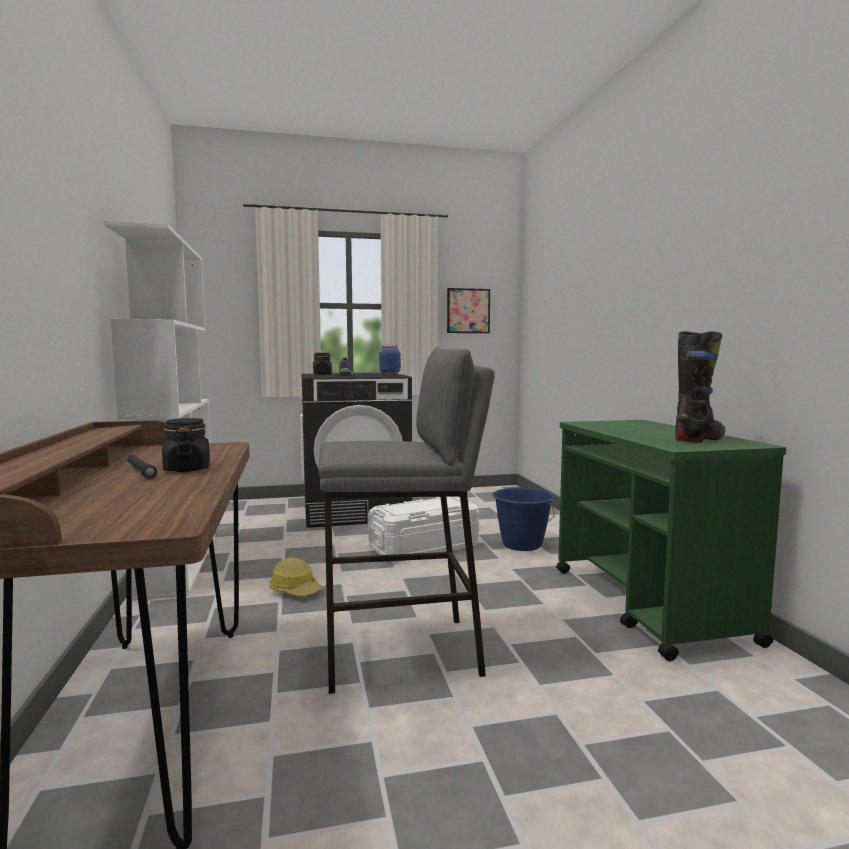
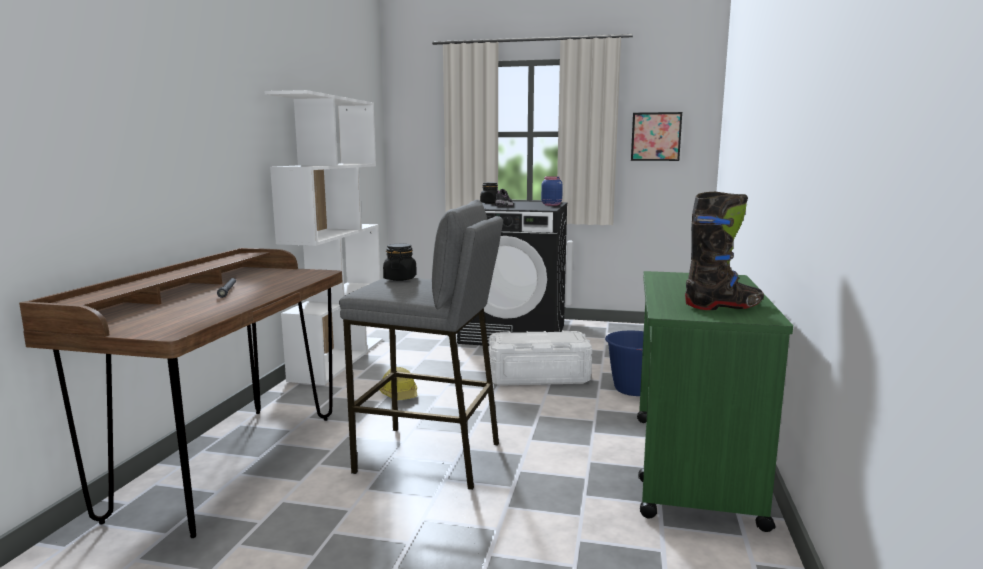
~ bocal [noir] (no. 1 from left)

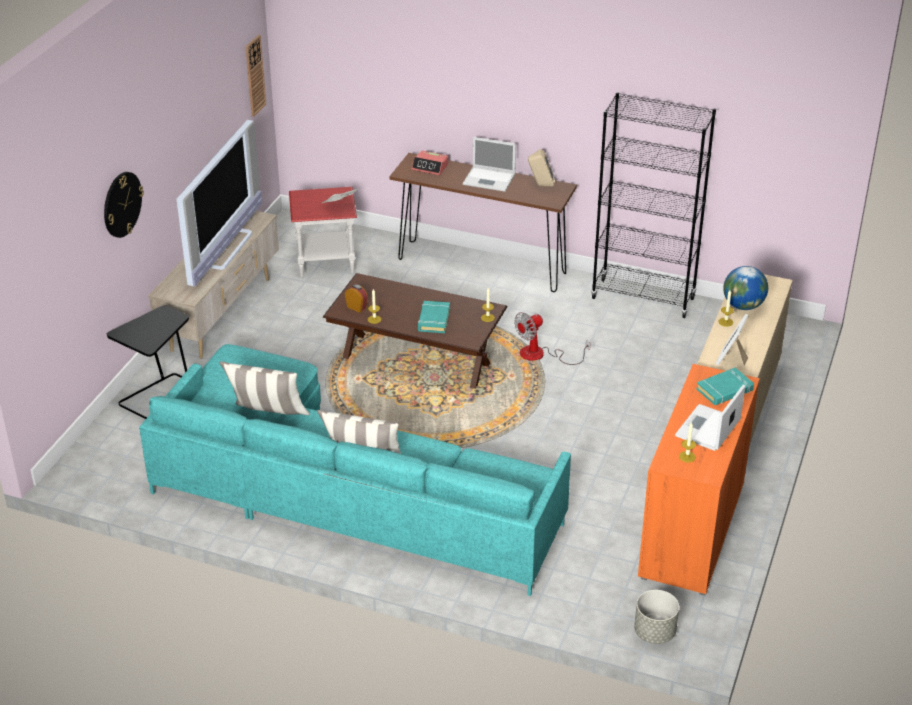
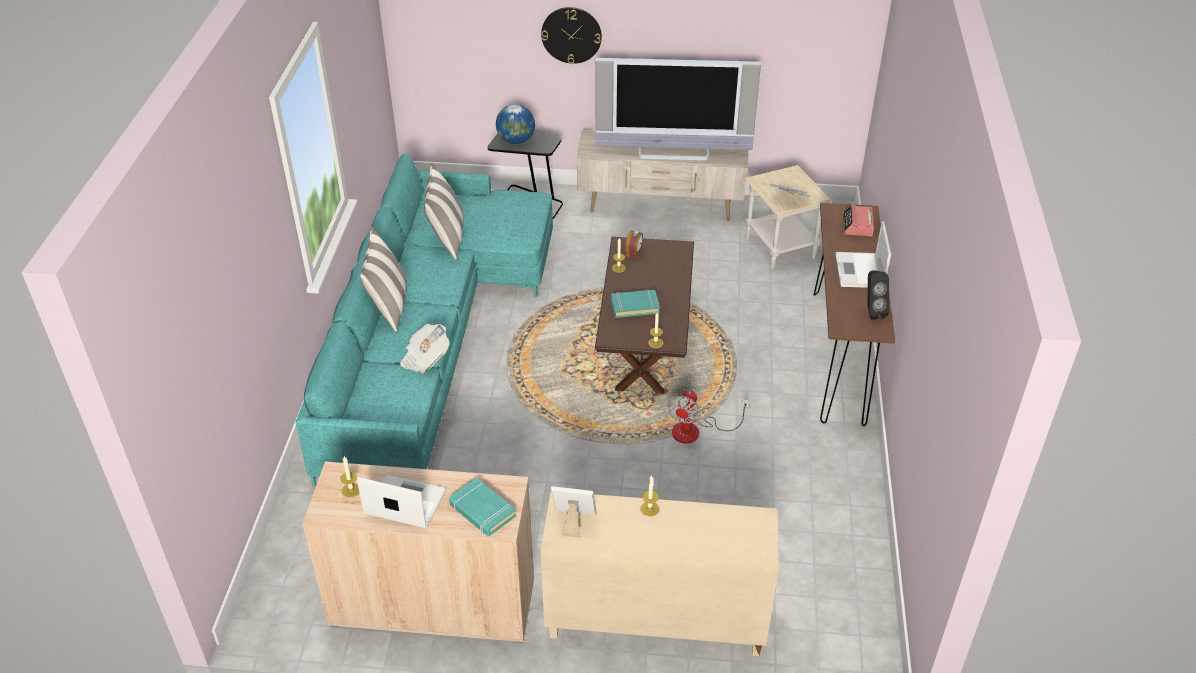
- horloge murale (no. 2 from left)
- bibliothèque [noir]
- cache-pot [gris]
+ journal (no. 1 from left)
~ globe
~ table d'appoint [rouge] to table d'appoint [beige]
~ enceinte [beige] to enceinte [noir]
~ meuble de rangement [orange] to meuble de rangement [beige] (no. 1 from left)
~ ventilateur 105 degrees counterclockwise

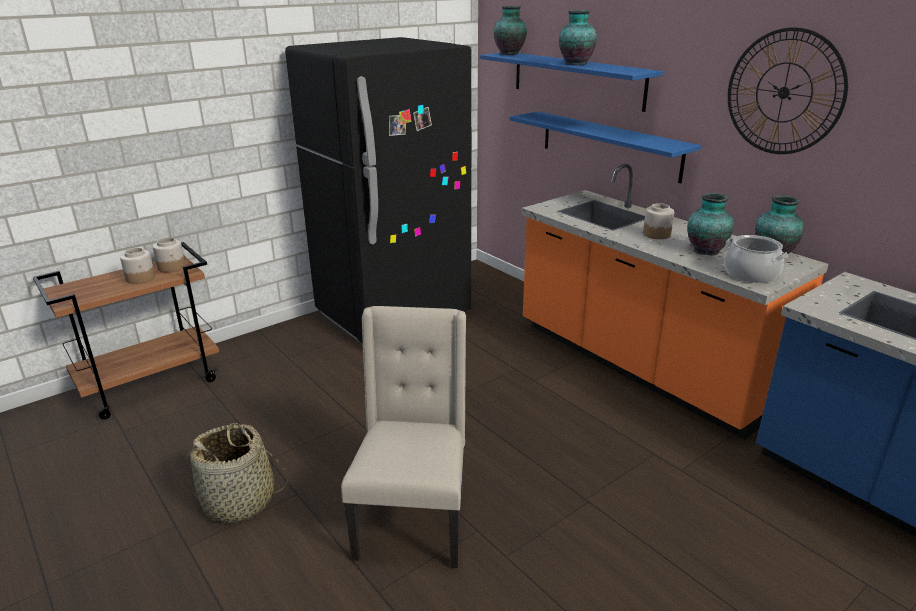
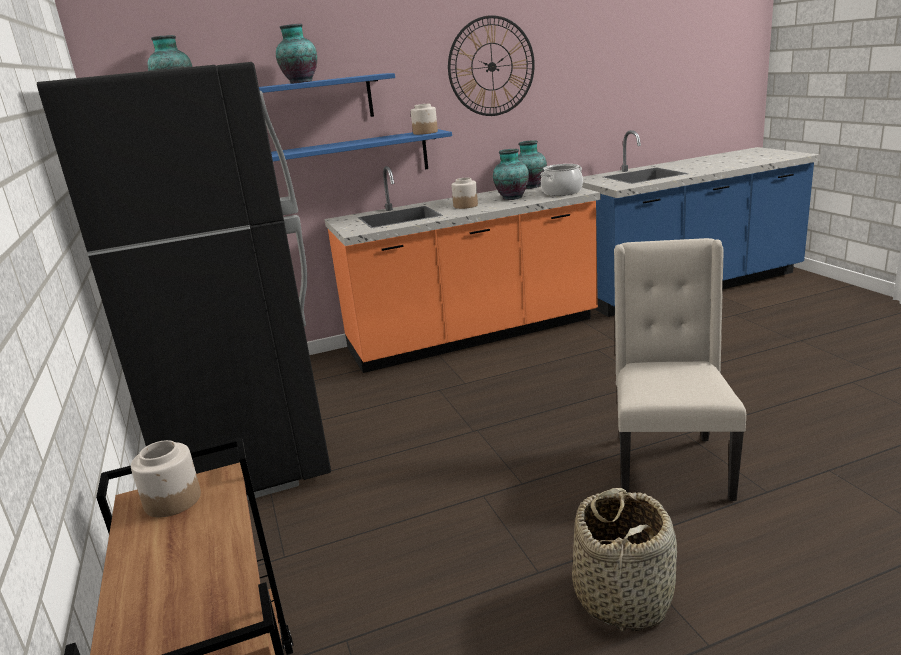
~ bocal (no. 1 from left in the first image) to bocal (no. 2 from left)
~ chaise [beige] 75 degrees clockwise

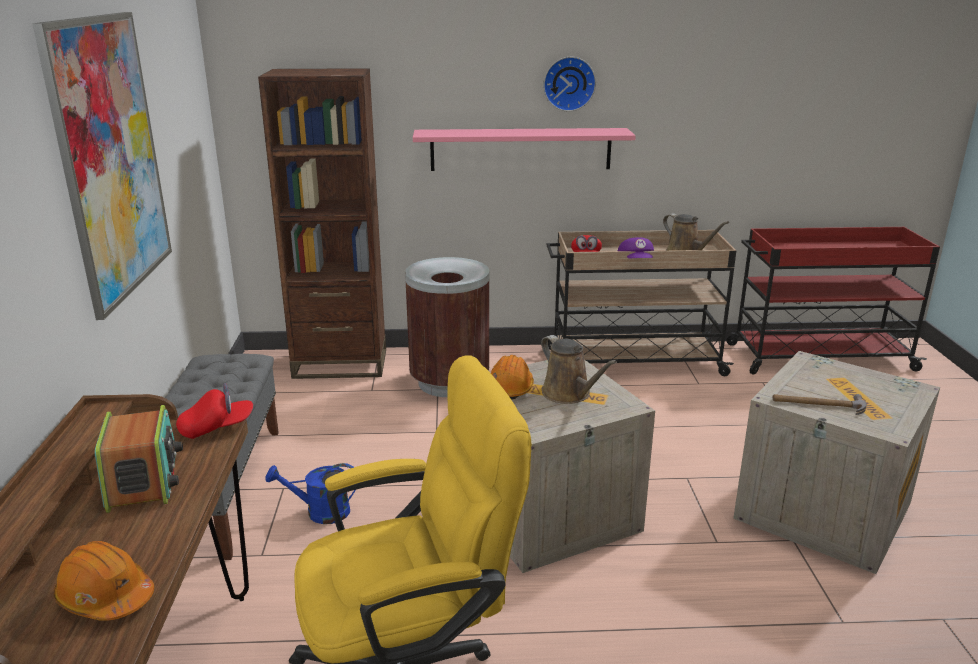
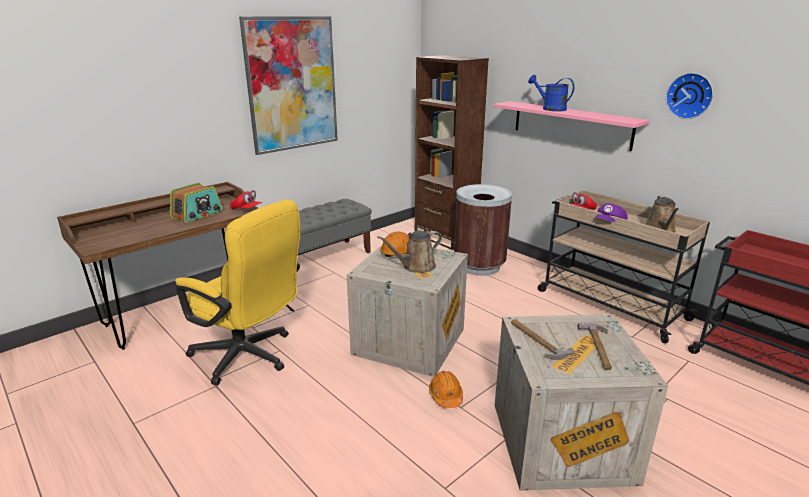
+ marteau (no. 2 from left)
~ casque de chantier [orange] (no. 1 from left in the first image) to casque de chantier [orange] (no. 2 from left)
~ arrosoir [bleu]
~ horloge murale
~ arrosoir [marron] (no. 1 from left) 45 degrees clockwise

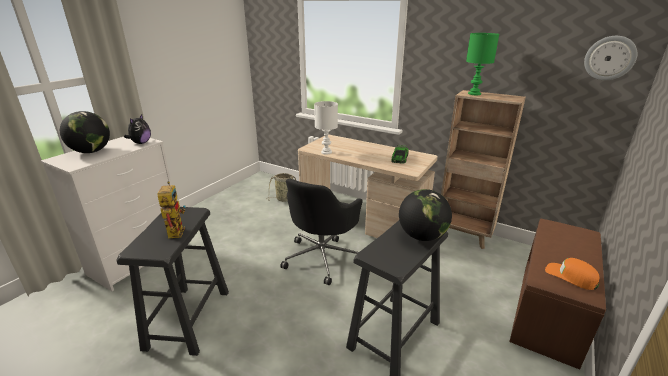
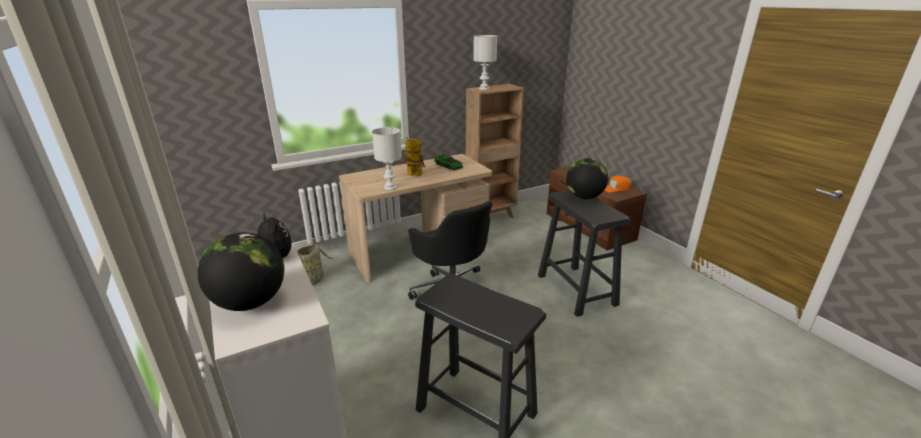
- horloge murale
~ robot jouet
~ lampe de table [vert] to lampe de table [blanc] (no. 2 from left)

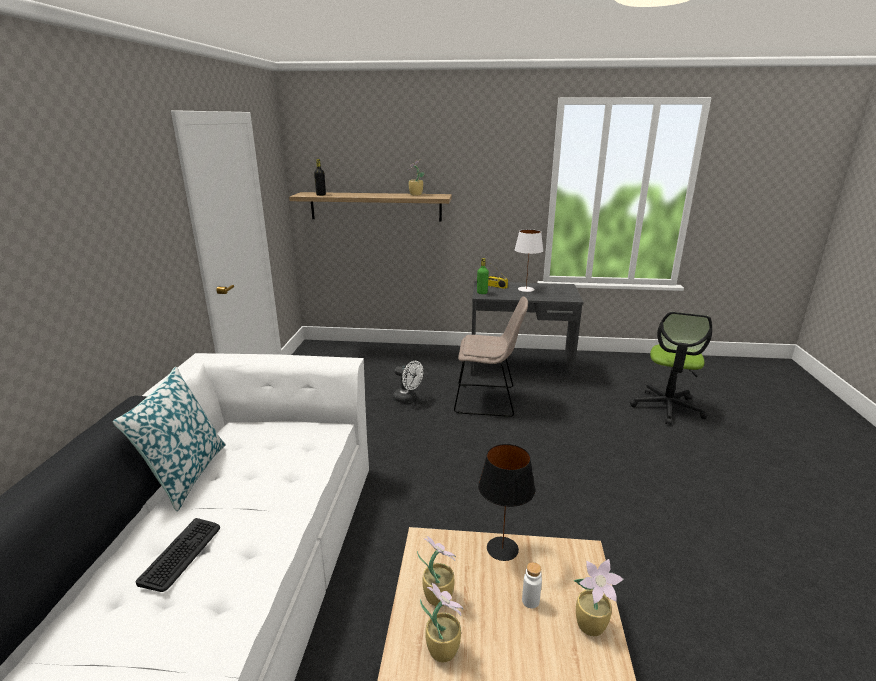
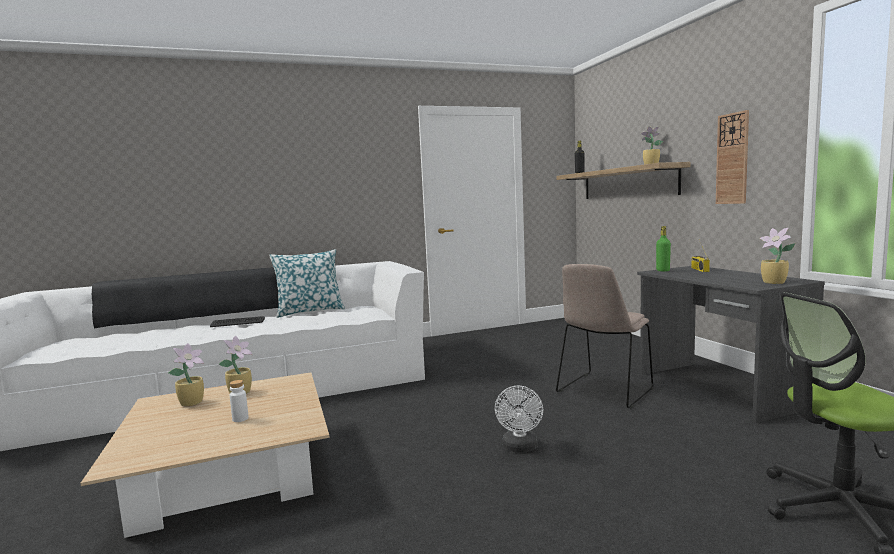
- lampe de table [noir]
- lampe de table [blanc]
+ horloge murale
~ ventilateur [blanc]
~ plante en pot (no. 4 from left)
~ chaise [beige] 60 degrees clockwise

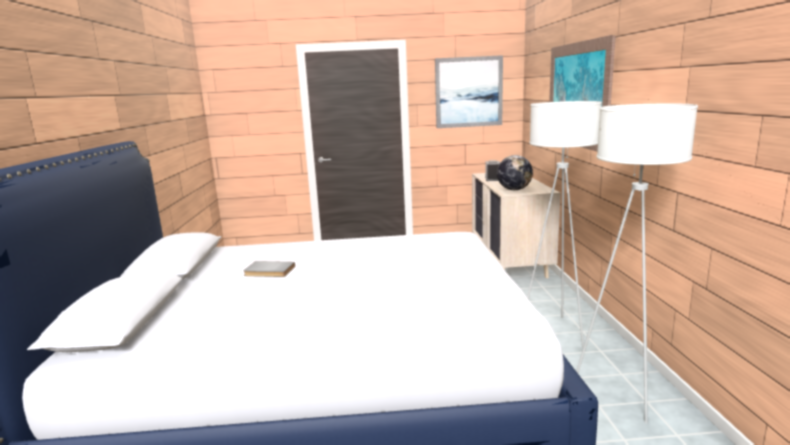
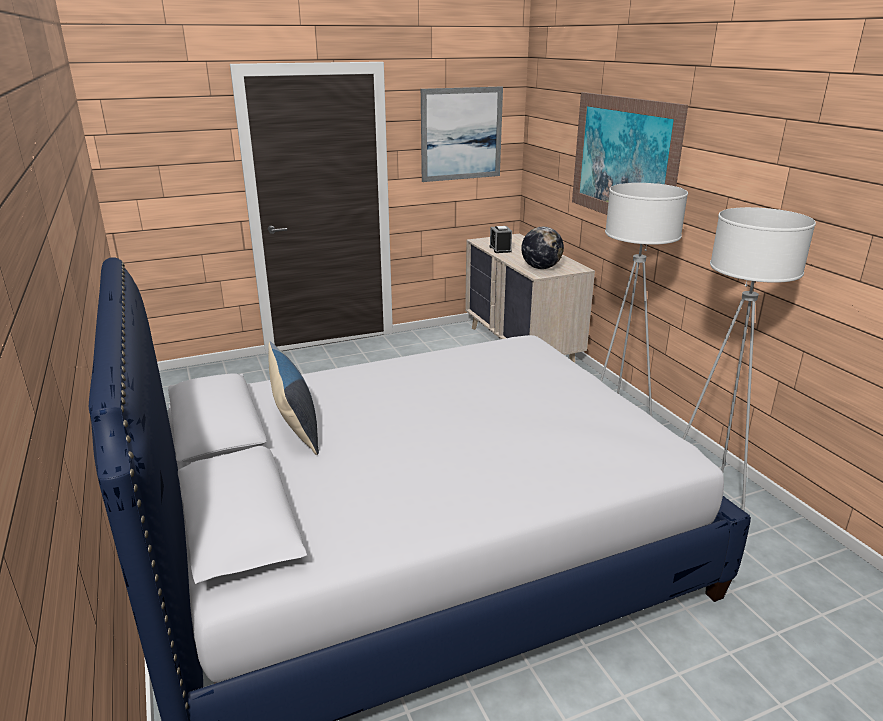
- livre [gris]
+ coussin

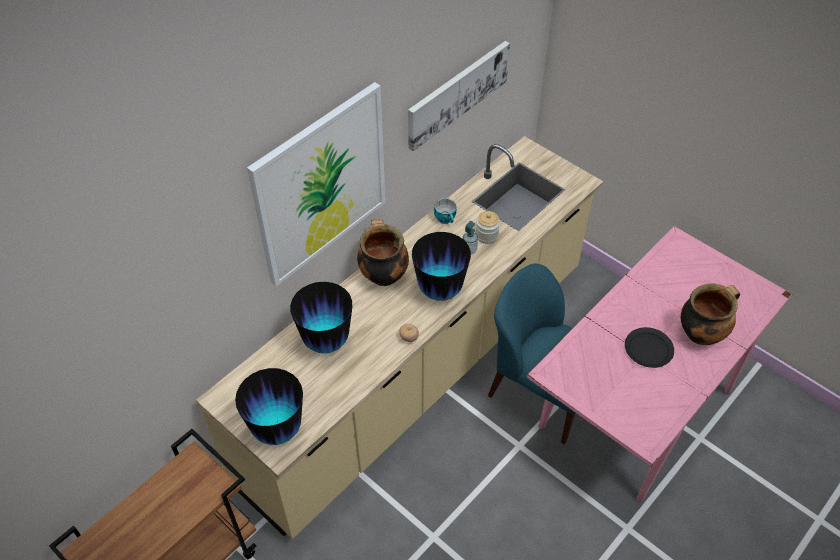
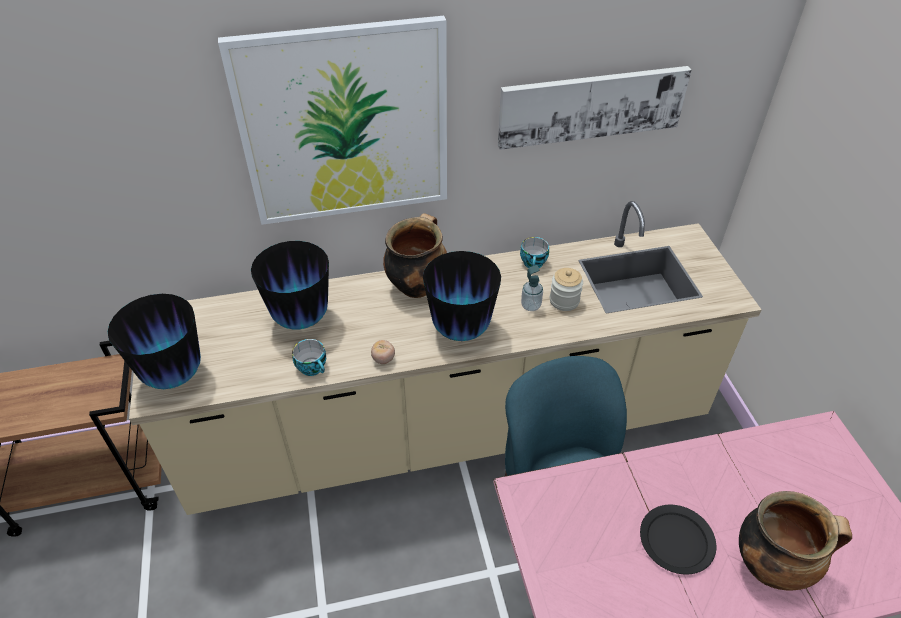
+ tasse (no. 1 from left)

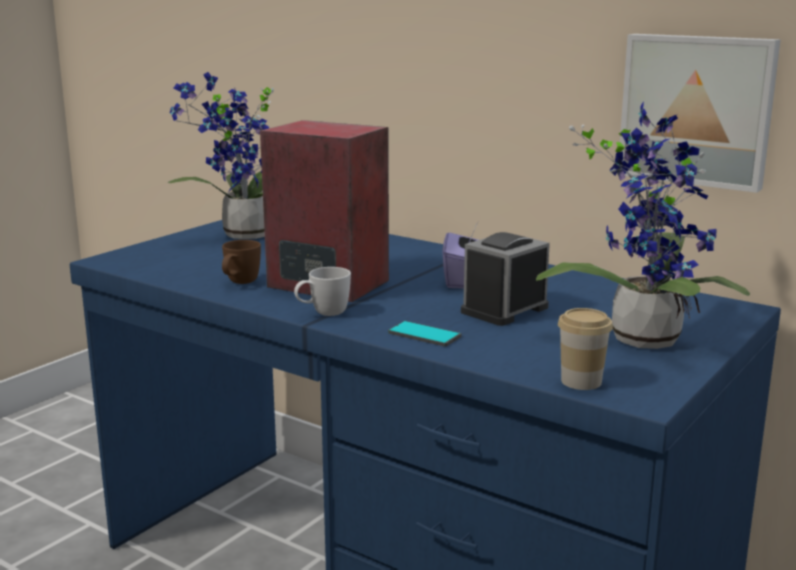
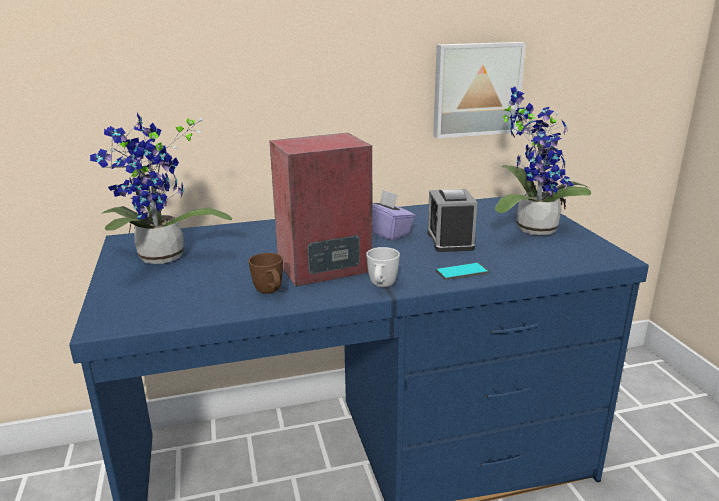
- tasse

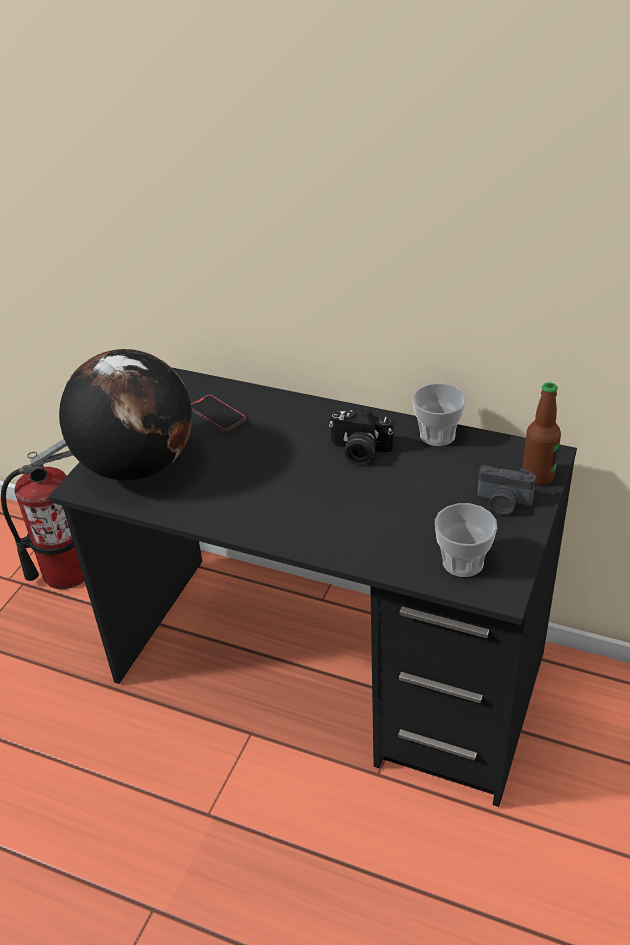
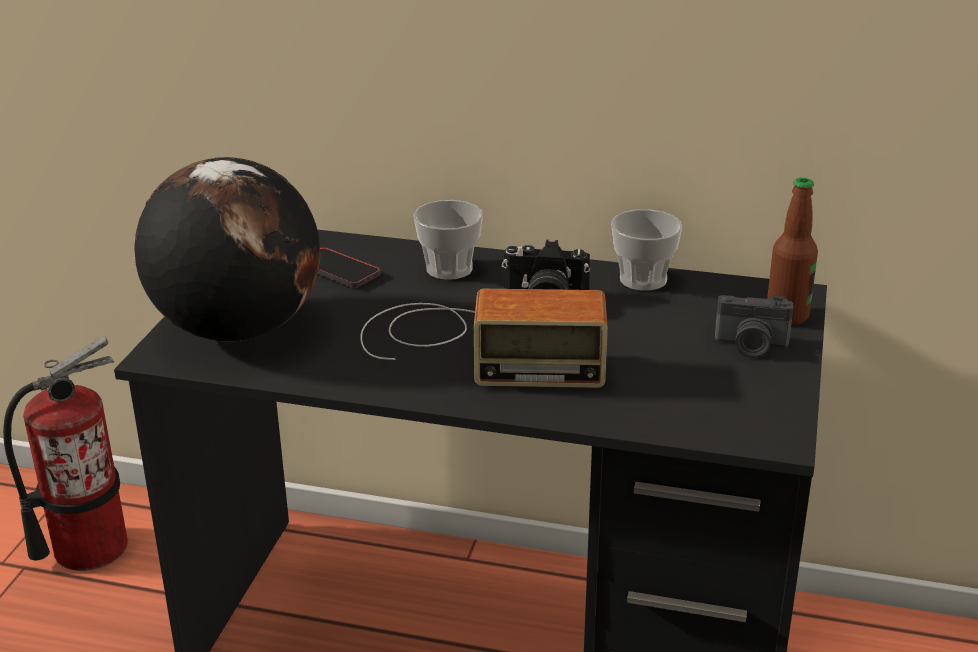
+ radio
~ tasse (no. 2 from left in the first image) to tasse (no. 1 from left)

